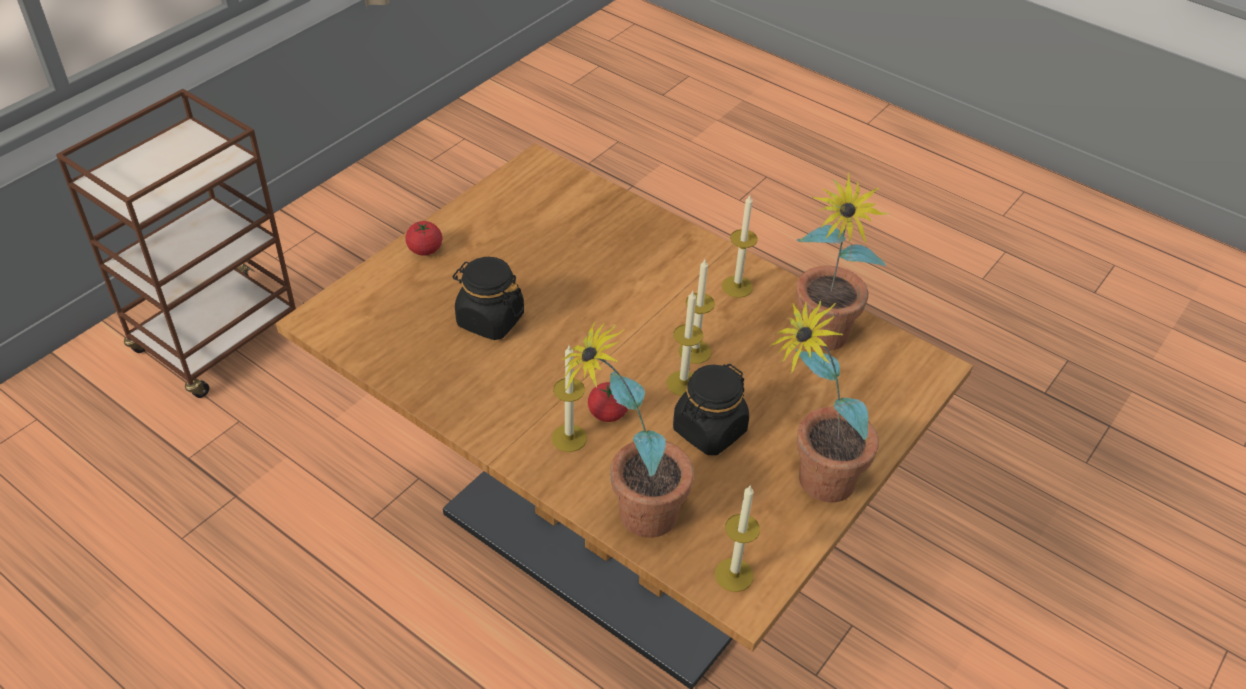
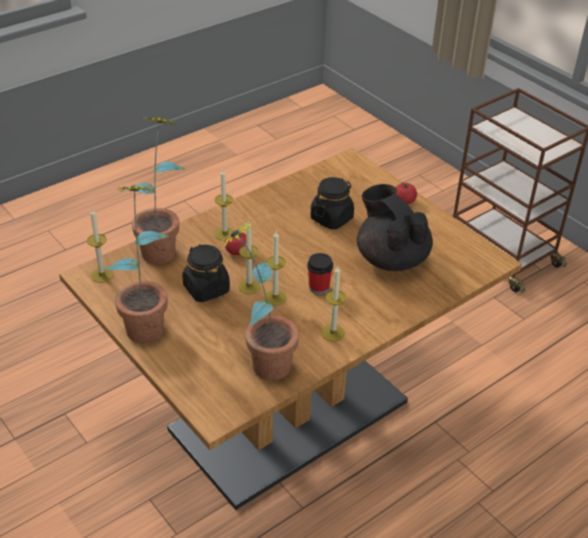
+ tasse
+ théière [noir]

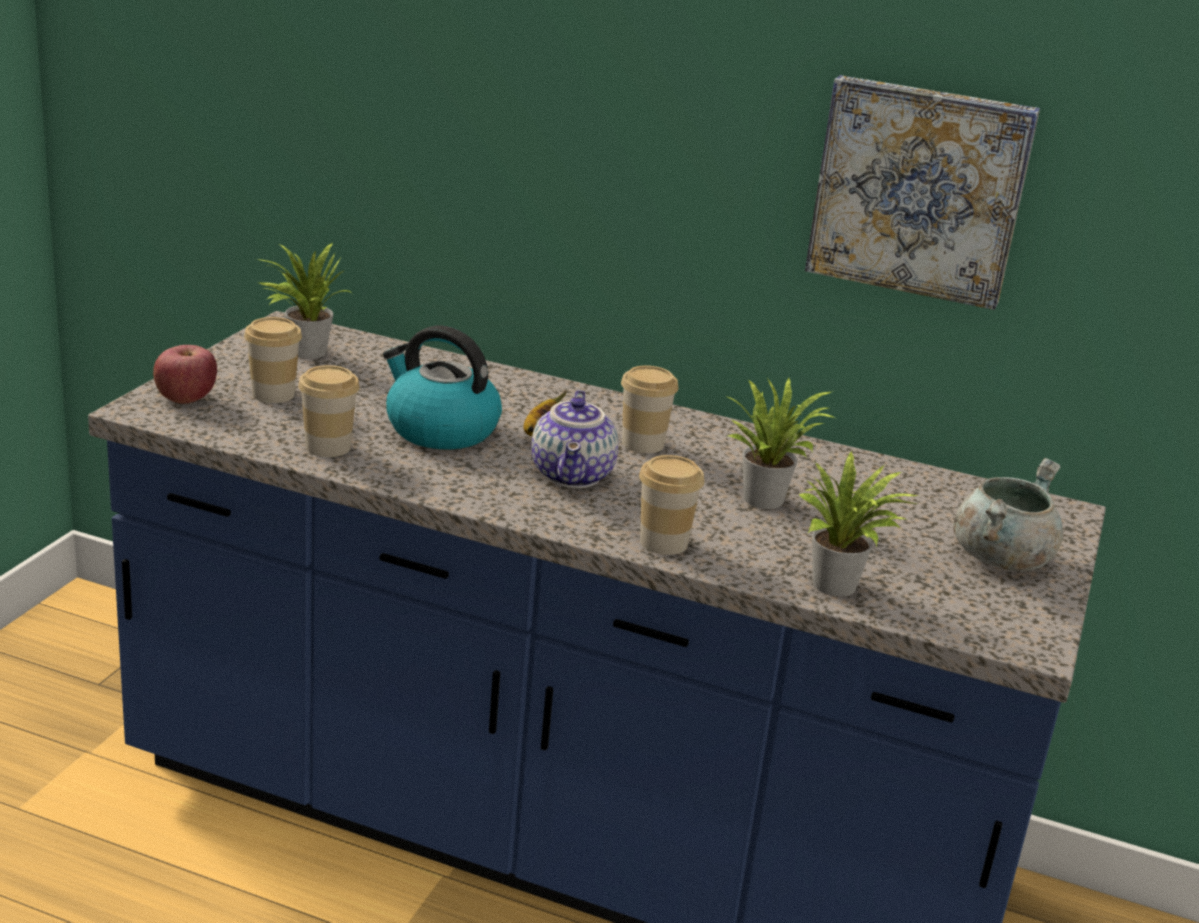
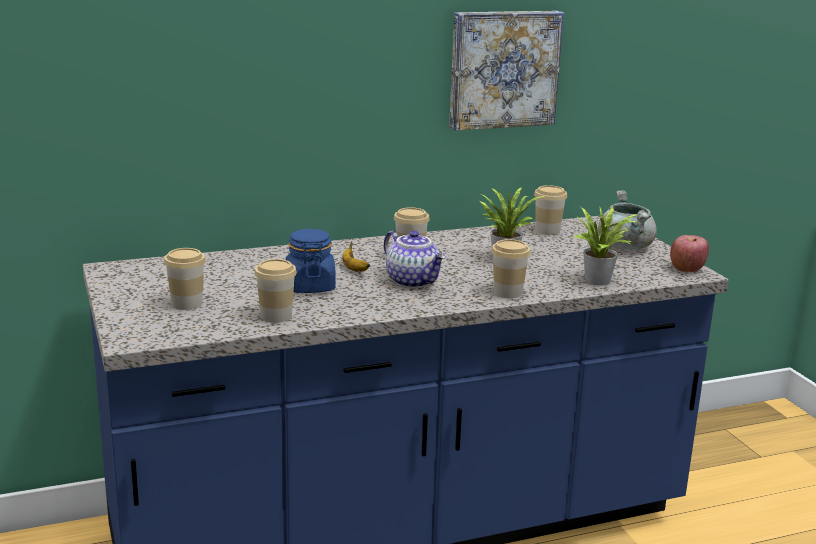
- plante en pot (no. 1 from left)
+ tasse (no. 5 from left)
~ pomme
~ bouilloire to bocal [bleu]

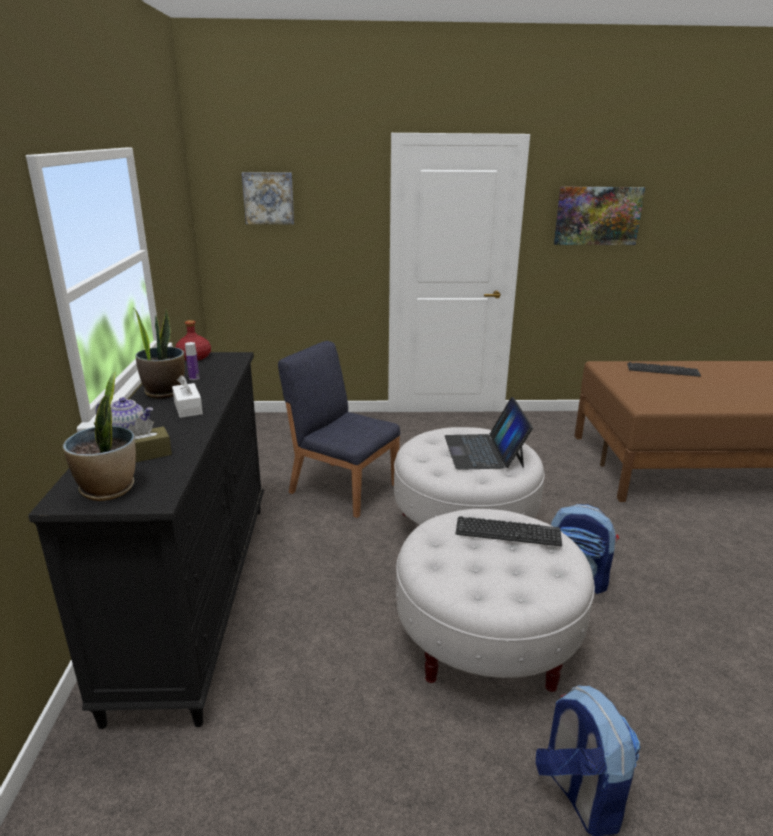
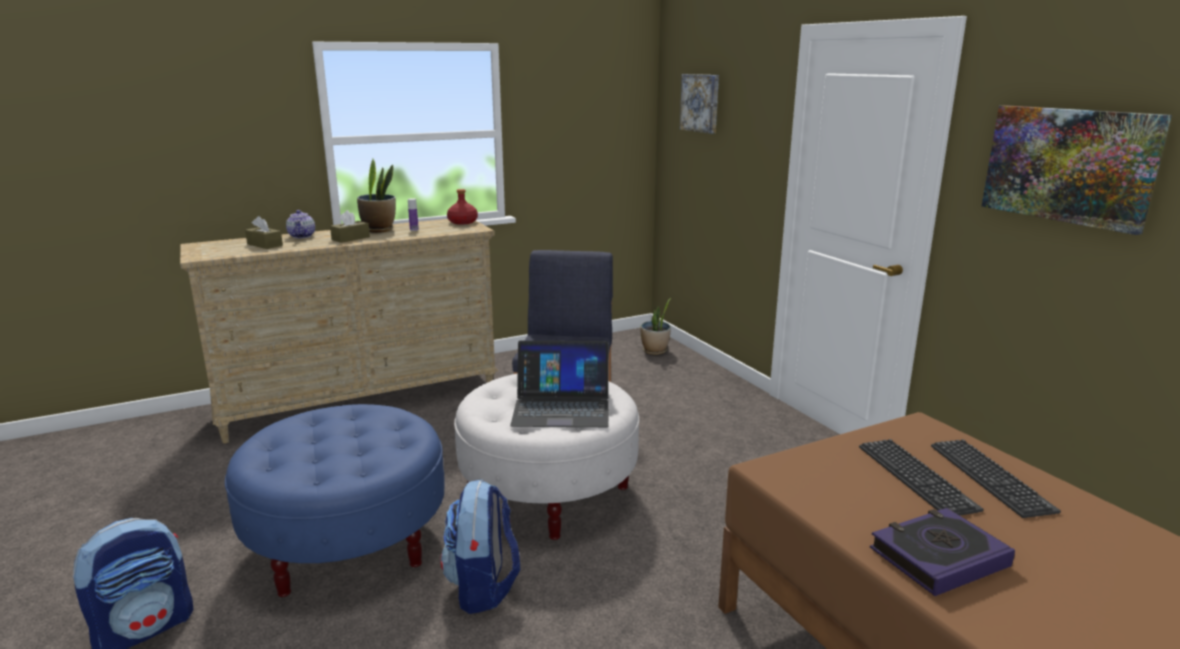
+ livre
~ plante en pot (no. 1 from left in the first image) to plante en pot (no. 2 from left)
~ clavier (no. 1 from left)
~ commode [noir] to commode [beige]
~ boîte à mouchoirs [blanc] to boîte à mouchoirs [marron] (no. 2 from left)
~ pouf [blanc] (no. 2 from left) to pouf [bleu]
~ ordinateur portable 150 degrees counterclockwise

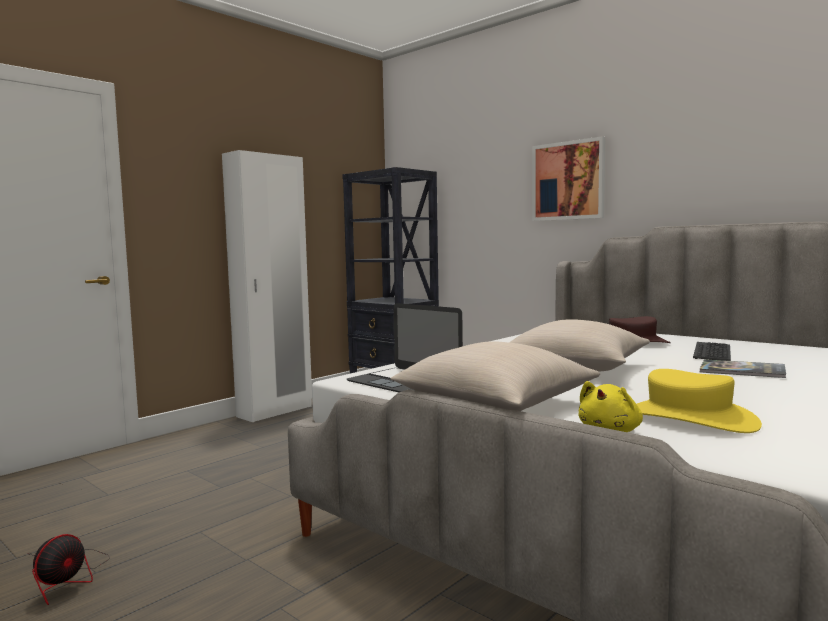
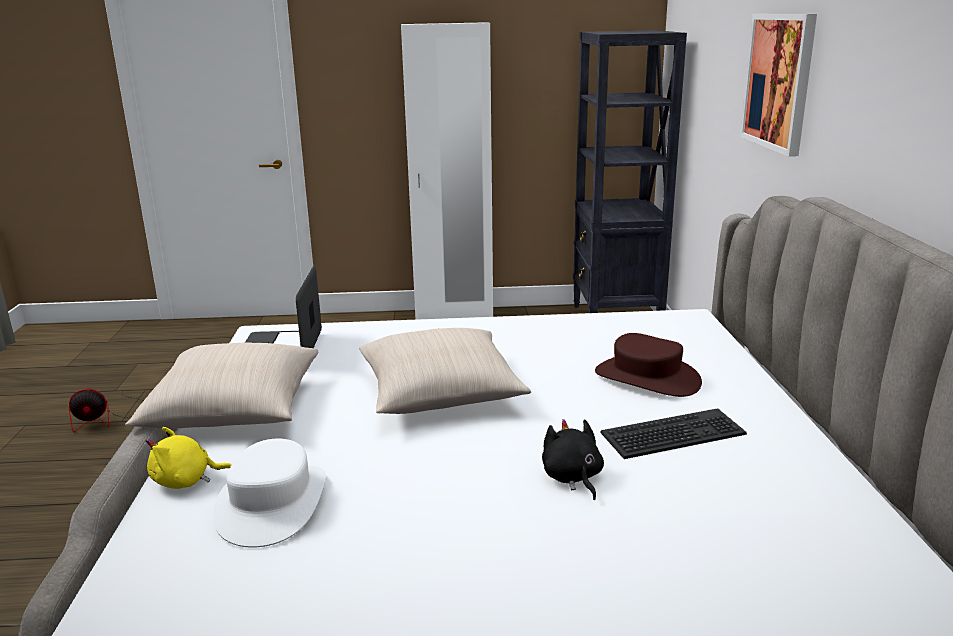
~ livre to peluche [noir]
~ chapeau [jaune] to chapeau [blanc]

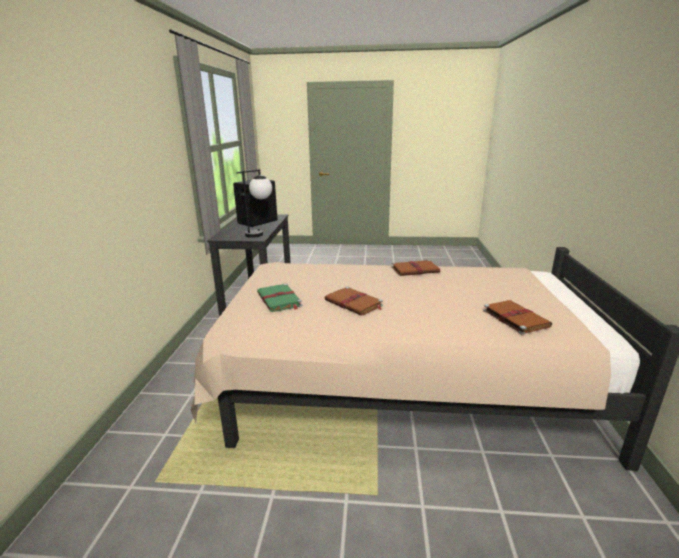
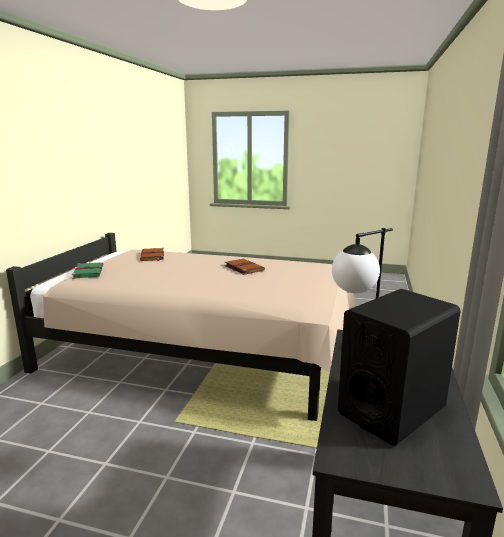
- livre [marron] (no. 2 from left)
~ livre [vert]

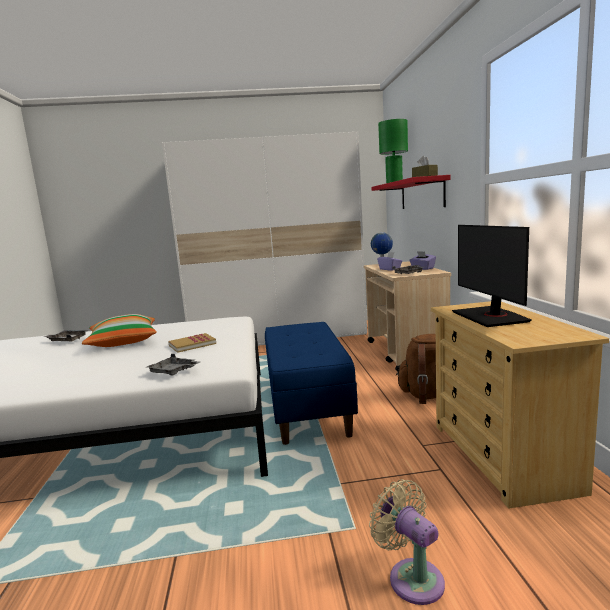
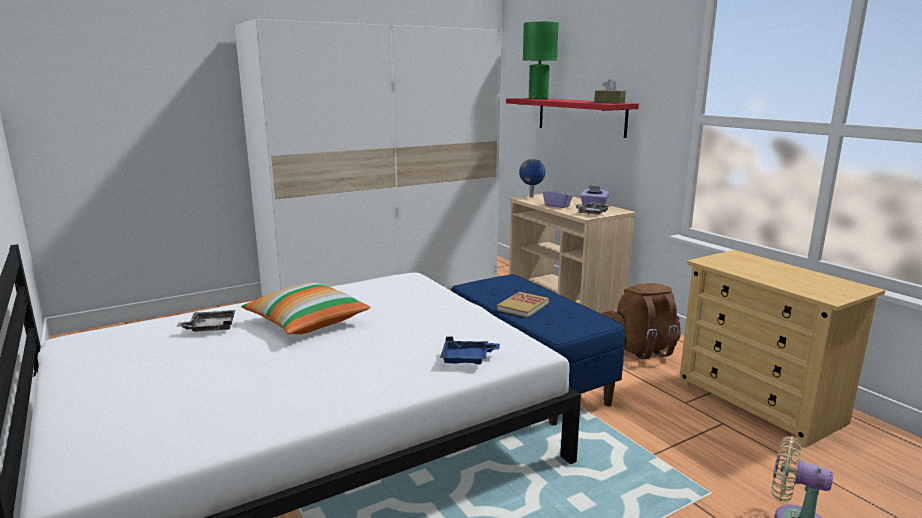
- écran d'ordinateur
~ livre
~ plateau [gris] (no. 2 from left) to plateau [bleu]

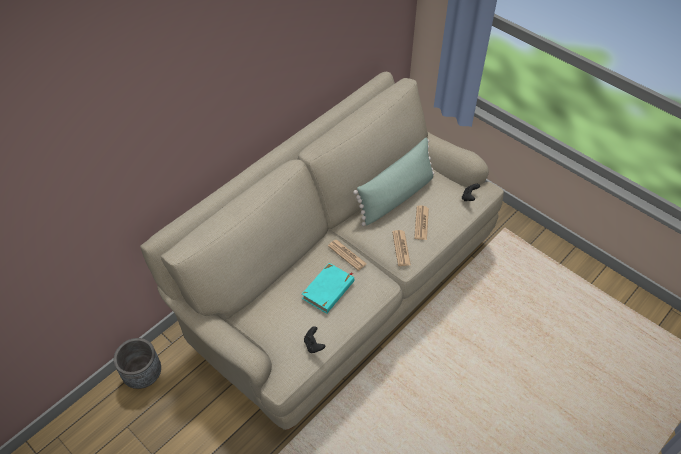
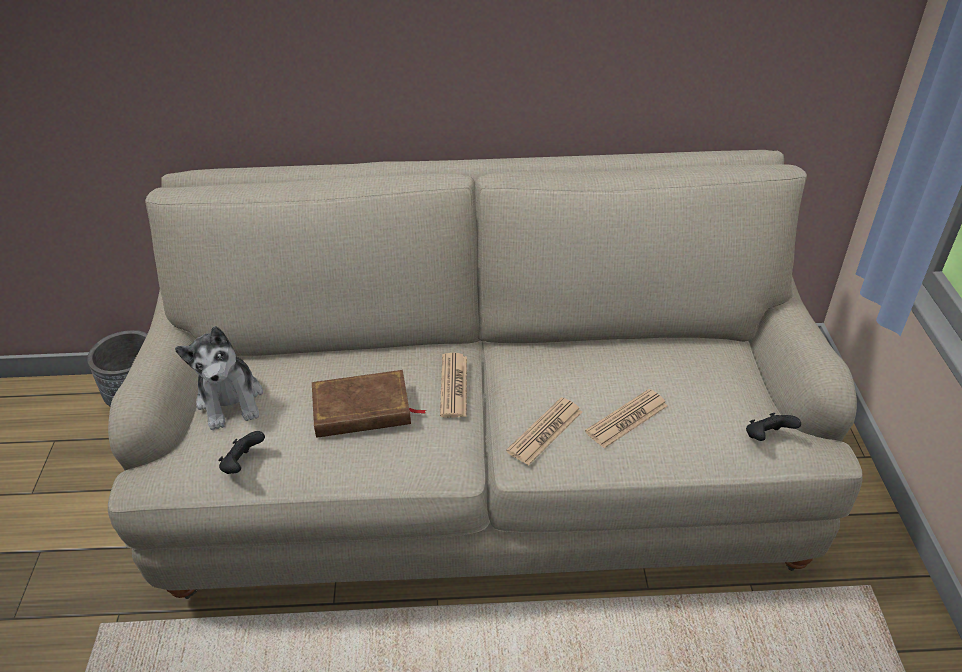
- coussin [vert]
+ peluche
~ livre [turquoise] to livre [marron]

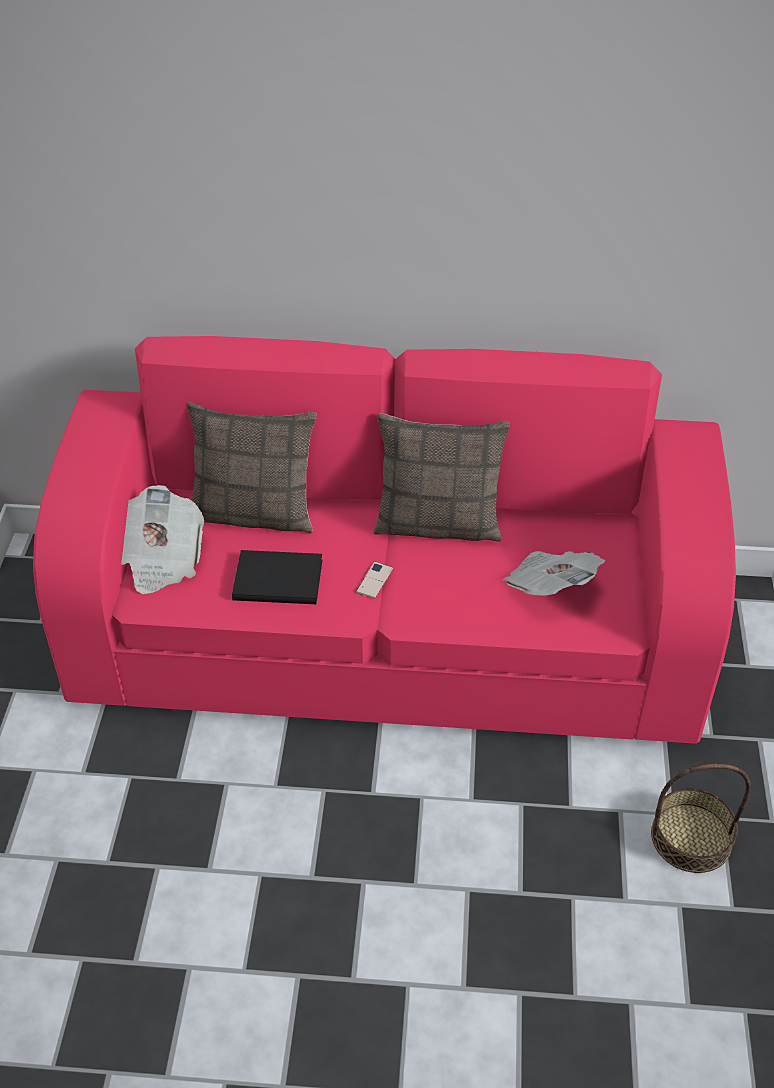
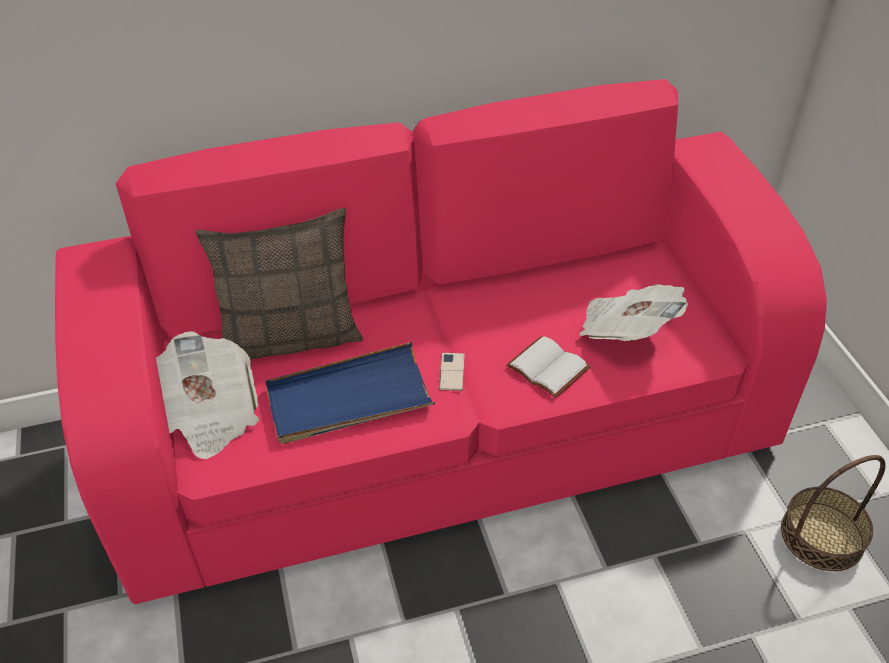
- coussin (no. 2 from left)
+ livre [blanc]
~ livre [noir] to plateau [bleu]

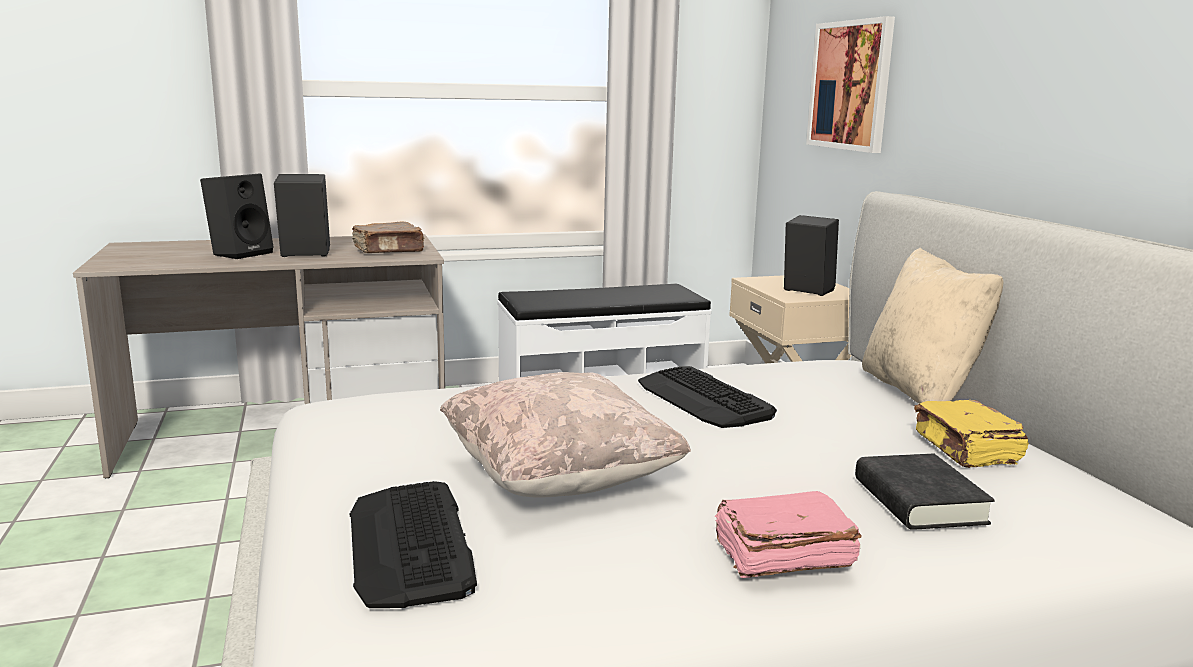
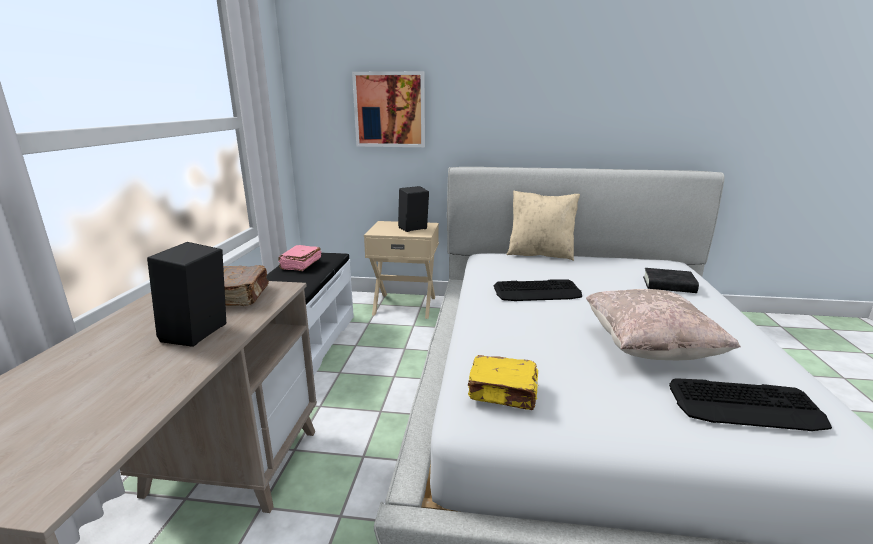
- enceinte [noir] (no. 1 from left)
~ livre [rose]
~ livre [jaune]

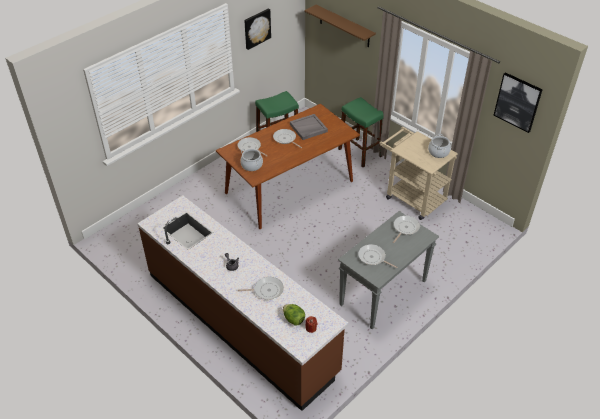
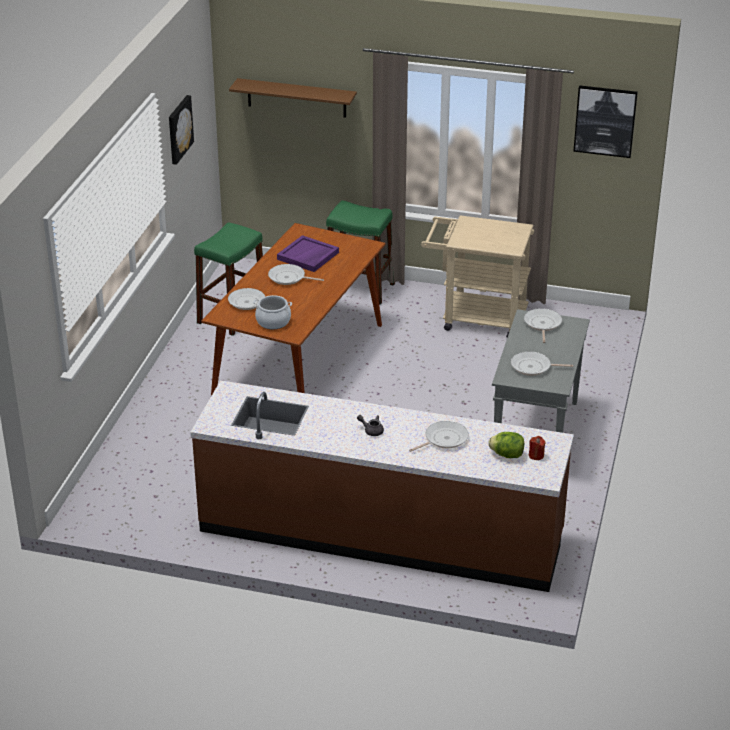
- marmite (no. 2 from left)
~ plateau [gris] to plateau [violet]

